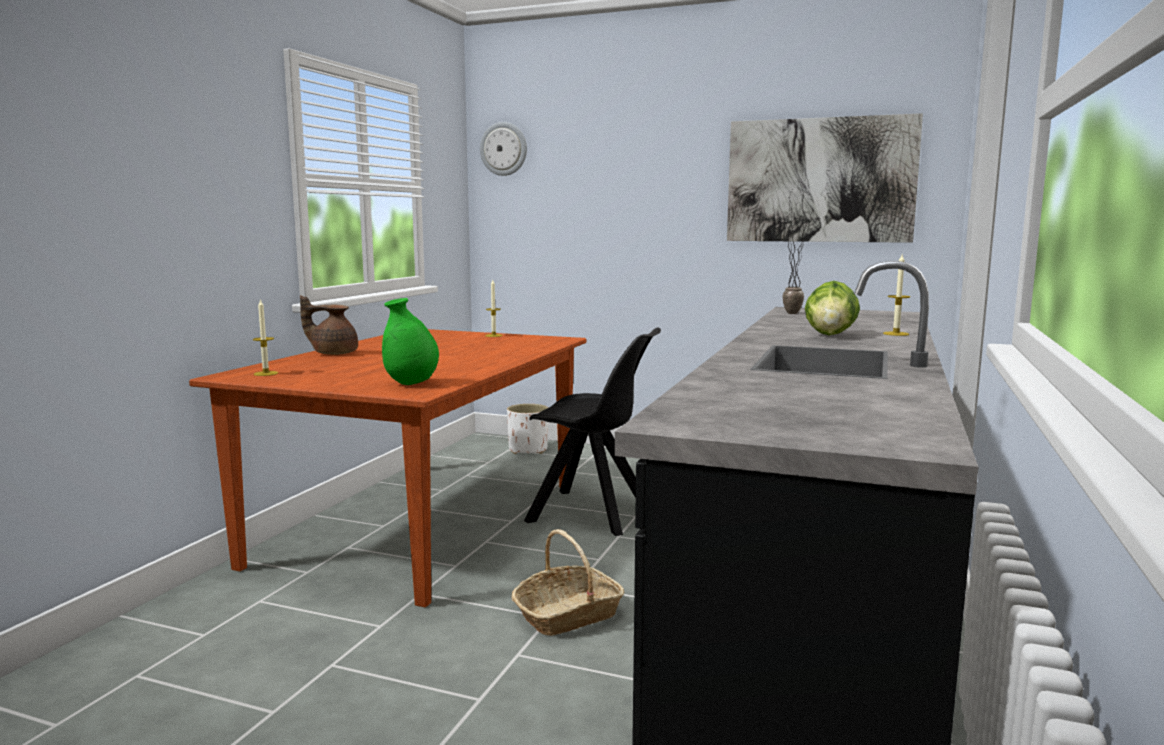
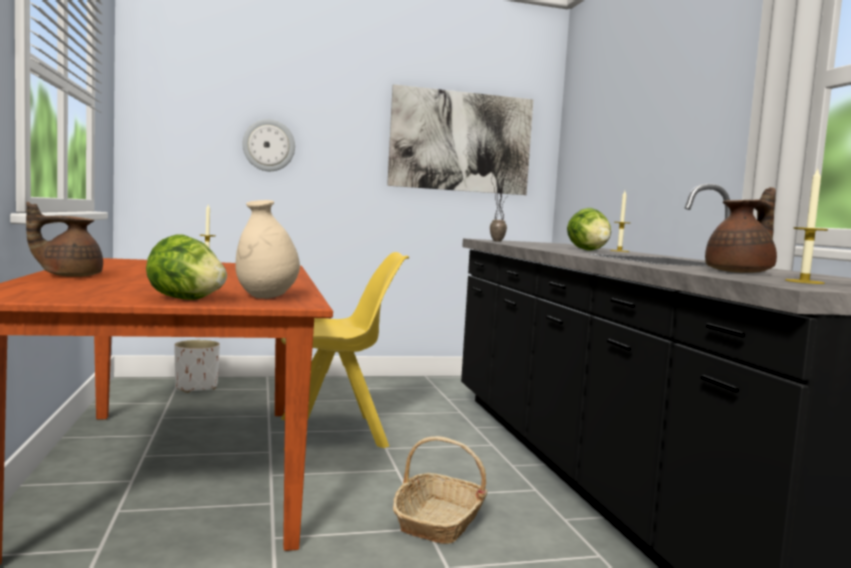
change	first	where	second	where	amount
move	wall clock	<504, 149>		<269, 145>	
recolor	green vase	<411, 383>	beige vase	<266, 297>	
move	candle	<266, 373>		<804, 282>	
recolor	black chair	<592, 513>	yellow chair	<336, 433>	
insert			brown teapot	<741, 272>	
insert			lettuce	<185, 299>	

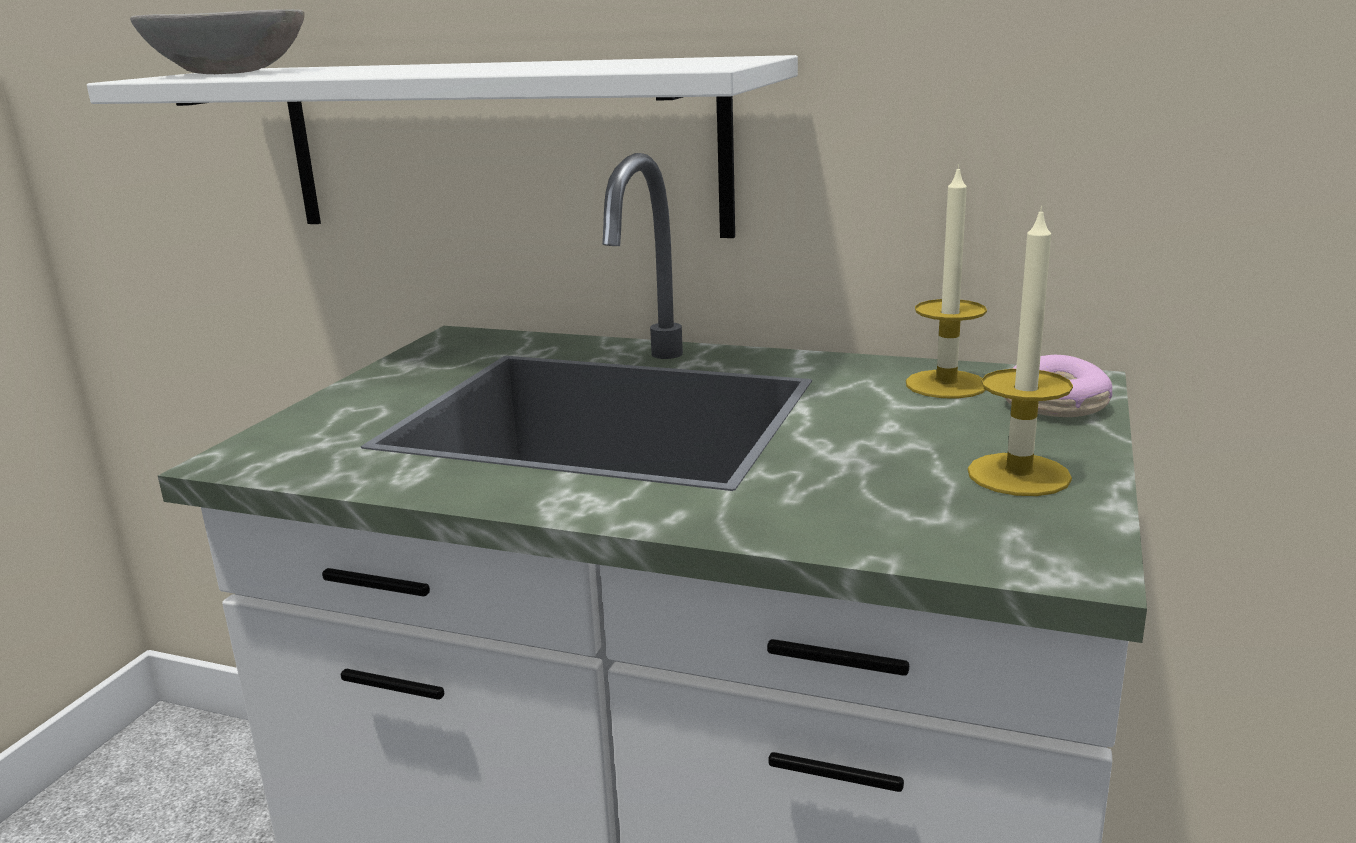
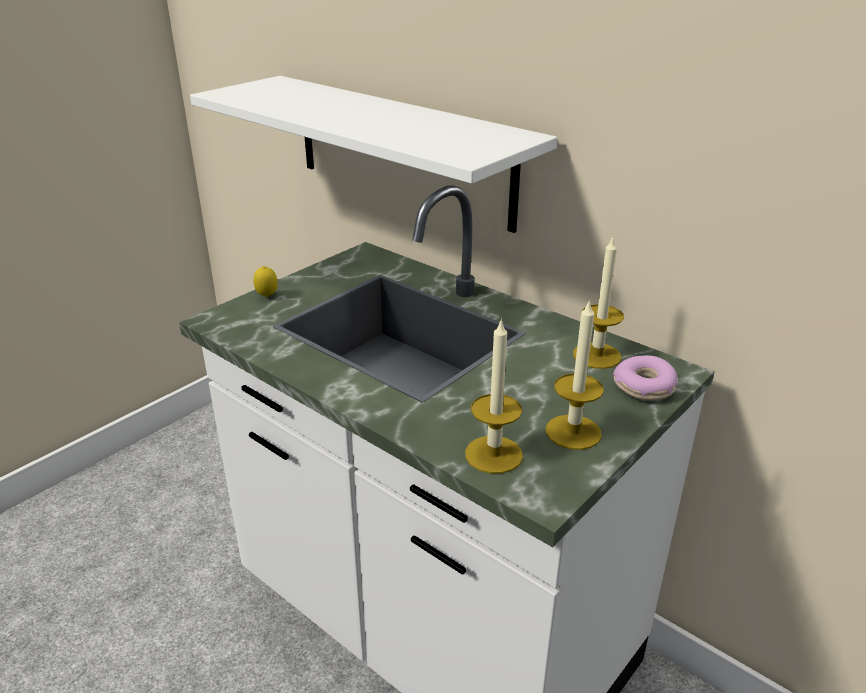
change	first	where	second	where	amount
delete	grey bowl	<229, 73>			
insert			lemon	<267, 297>	
insert			candle	<493, 454>	

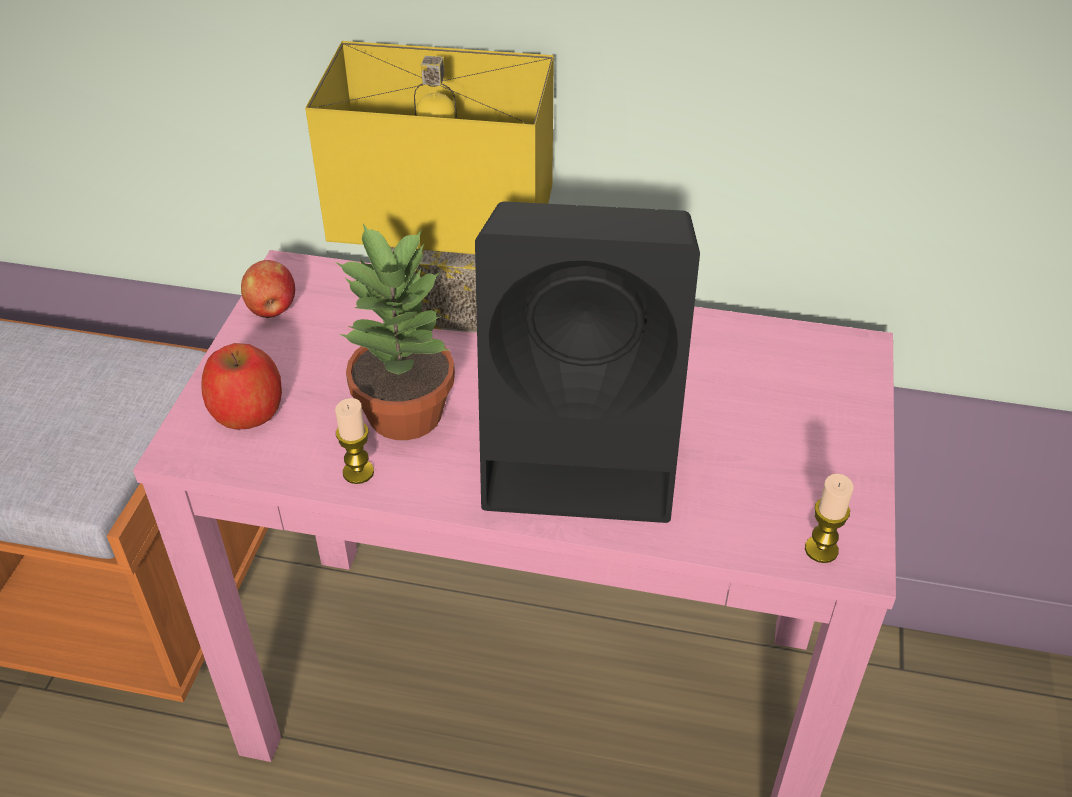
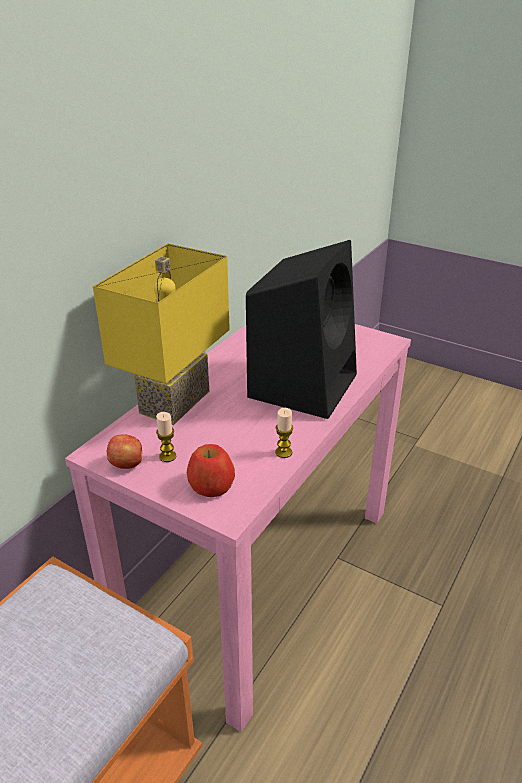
change	first	where	second	where	amount
delete	potted plant	<406, 412>			
move	candle	<821, 549>		<167, 456>	

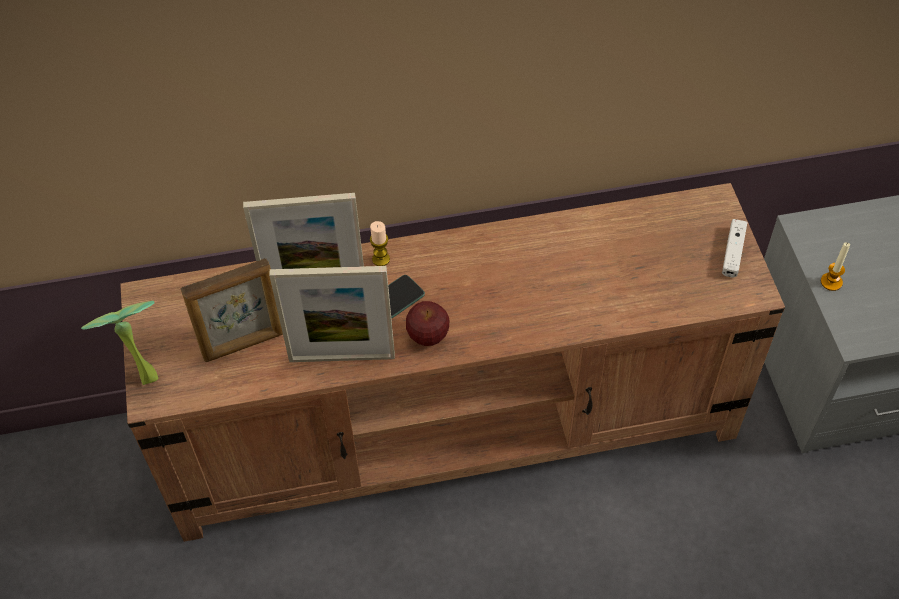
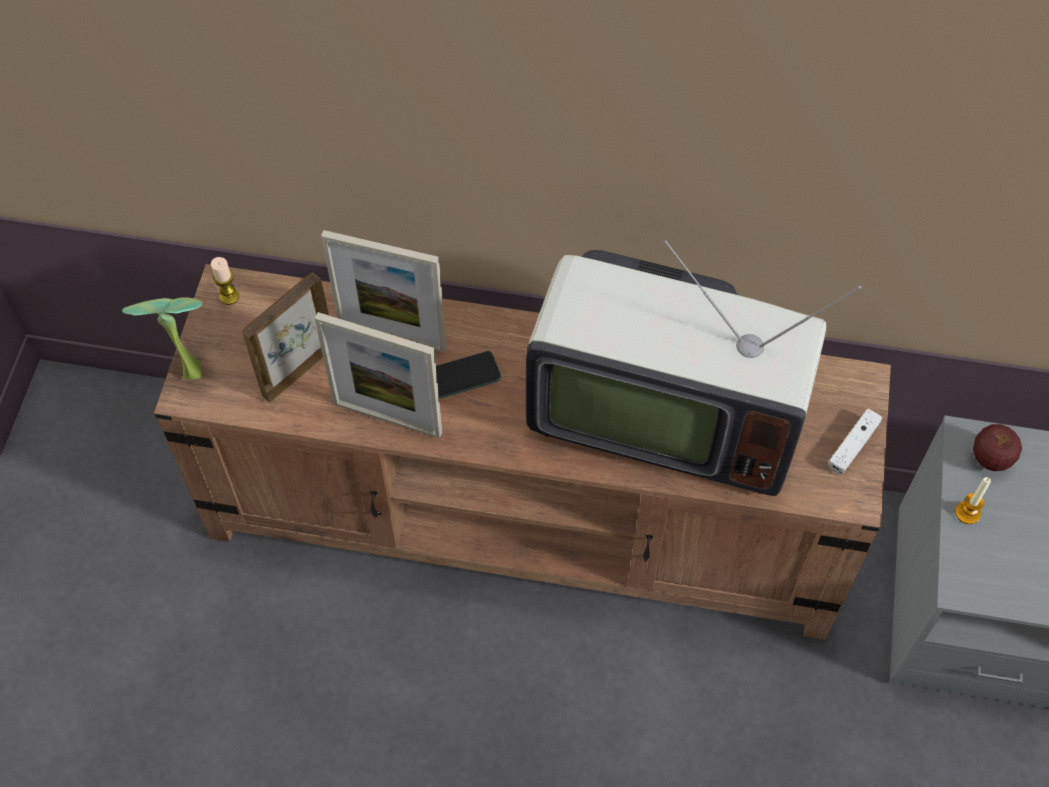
change	first	where	second	where	amount
move	candle	<381, 259>		<229, 296>	
rotate	picture frame	<244, 344>		<297, 370>	135 degrees clockwise
move	apple	<427, 336>		<990, 458>	
insert			television	<662, 411>	

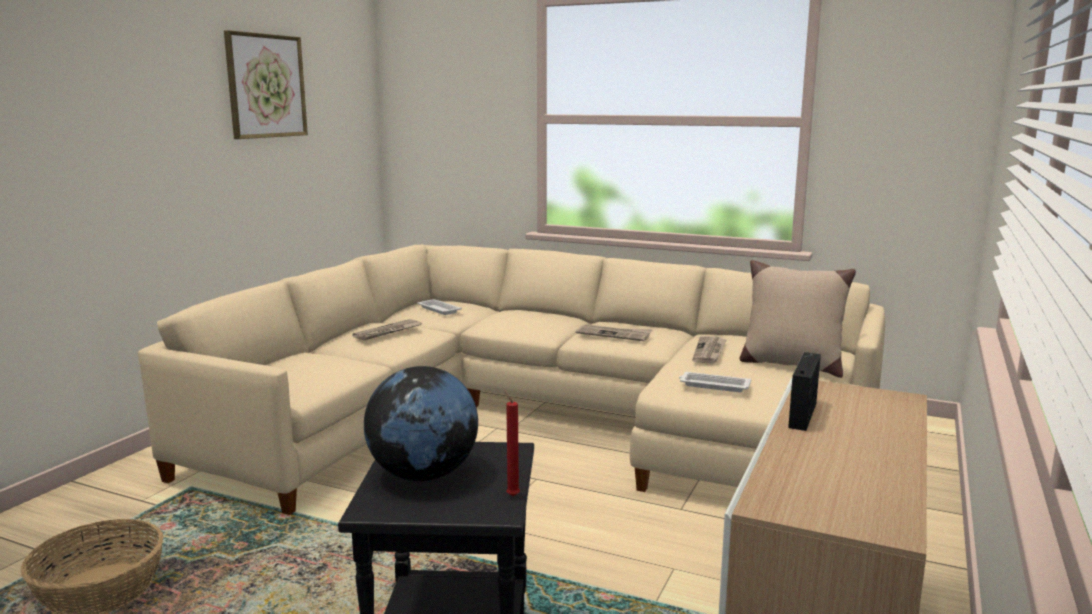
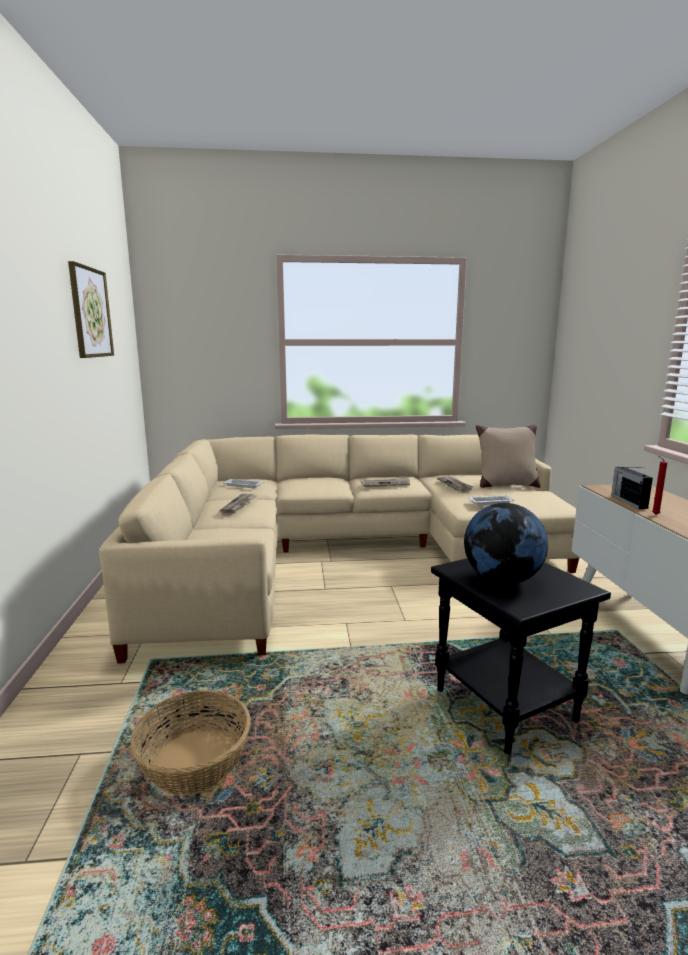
change	first	where	second	where	amount
move	red candle	<511, 495>		<654, 514>	

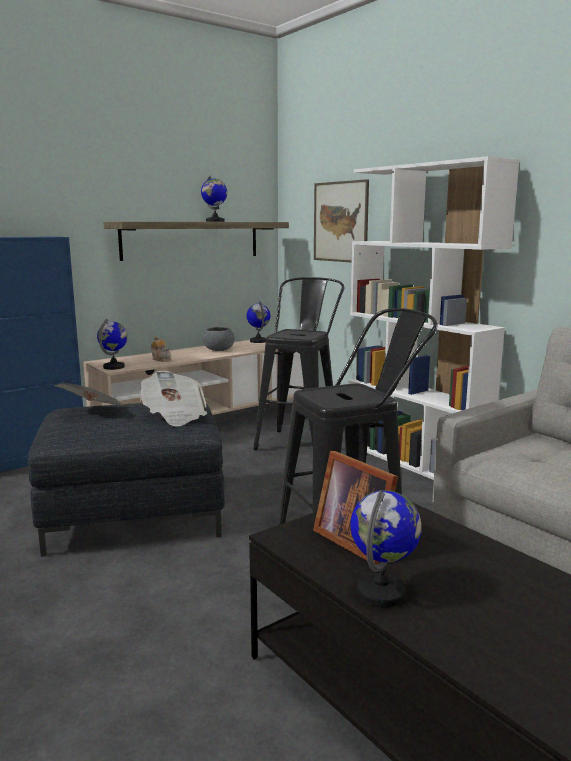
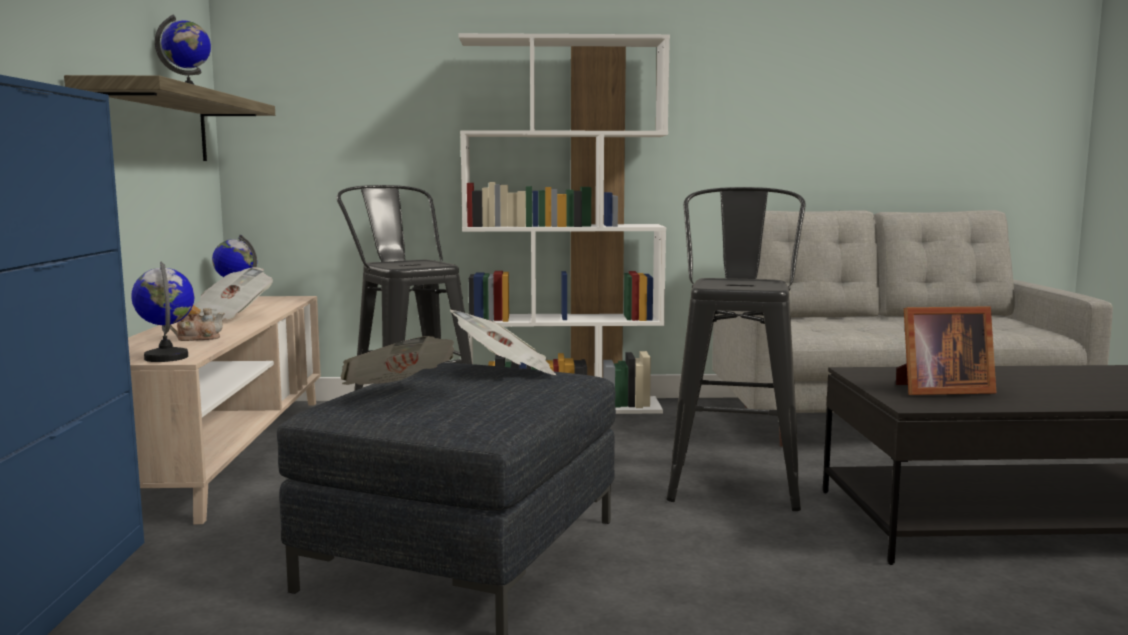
change	first	where	second	where	amount
delete	picture	<340, 222>			
replace	grey bowl	<218, 350>	newspaper	<230, 317>	
delete	globe	<382, 593>			

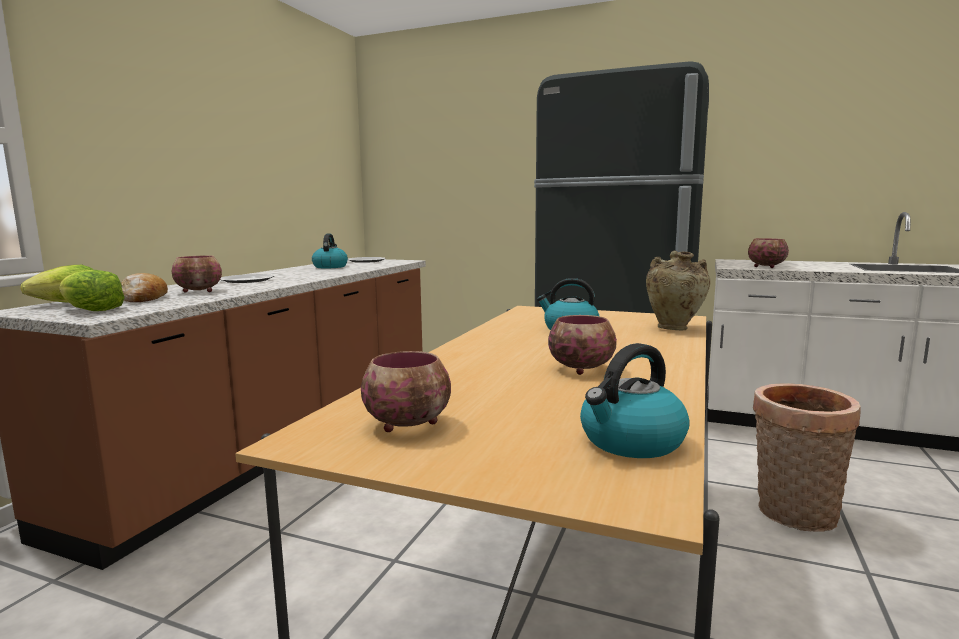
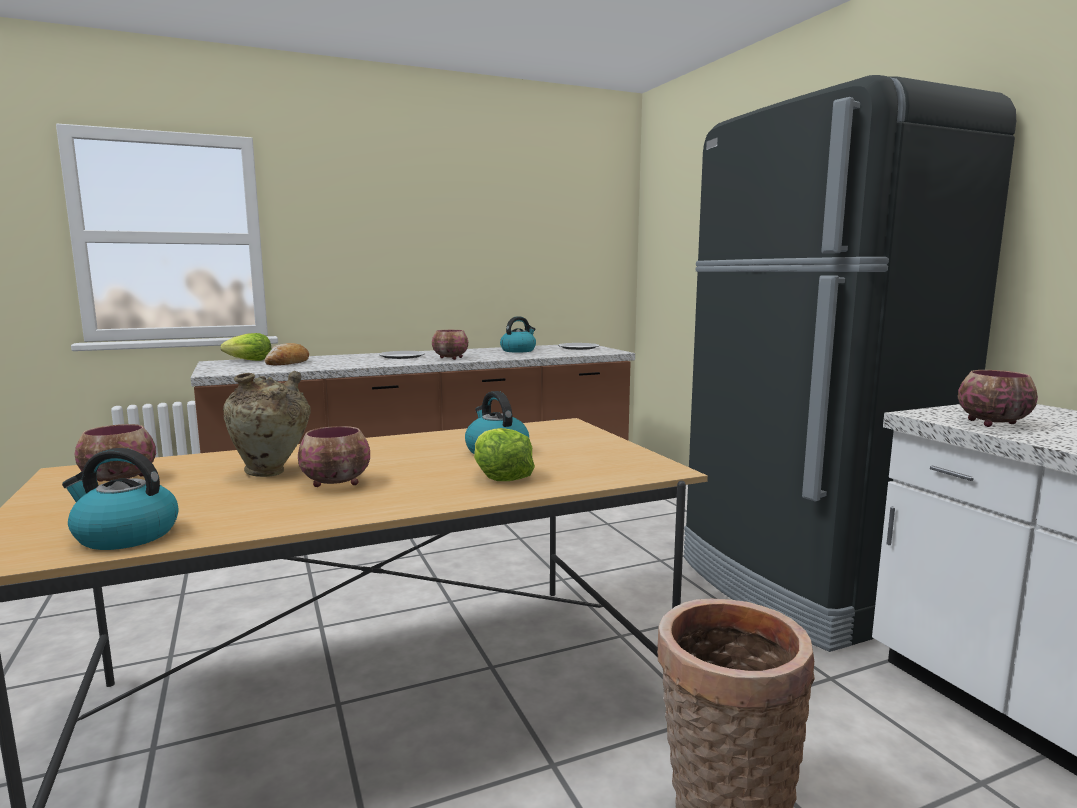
change	first	where	second	where	amount
move	beige vase	<674, 328>		<271, 473>	
move	bowl	<200, 291>		<451, 358>	
move	lettuce	<92, 310>		<500, 476>	

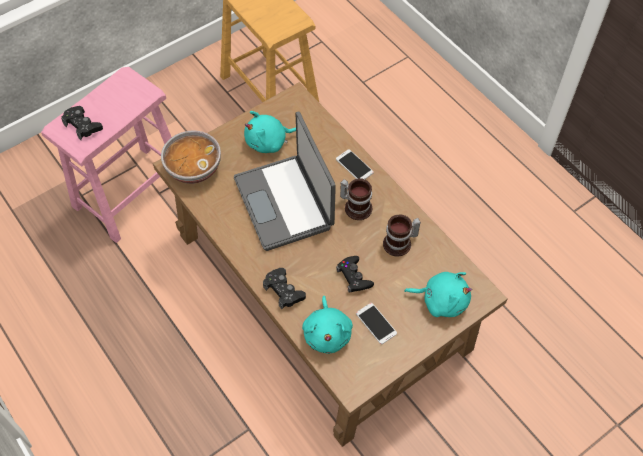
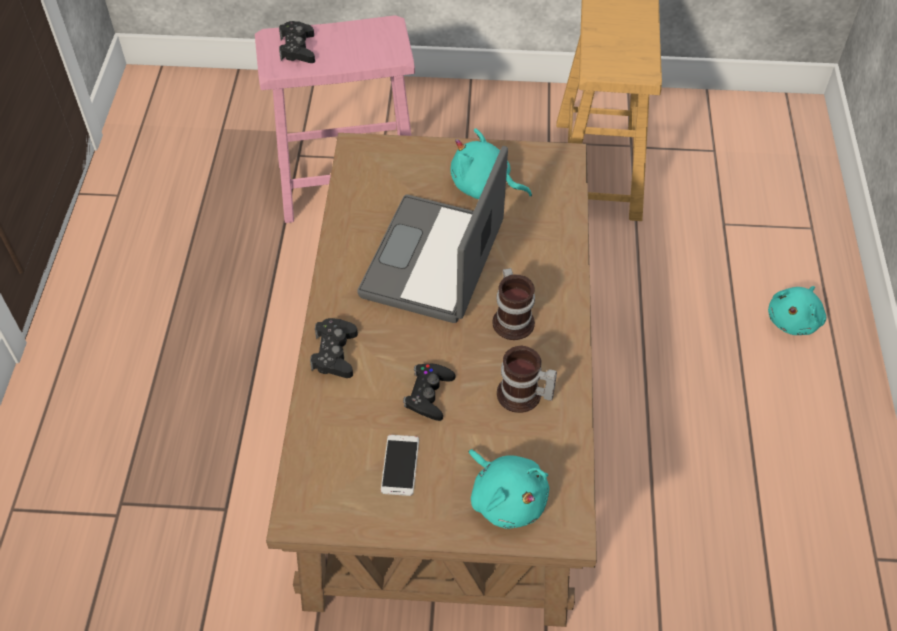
change	first	where	second	where	amount
delete	bowl	<193, 168>			
delete	phone	<354, 166>			
move	turquoise plush toy	<327, 333>		<794, 320>	

